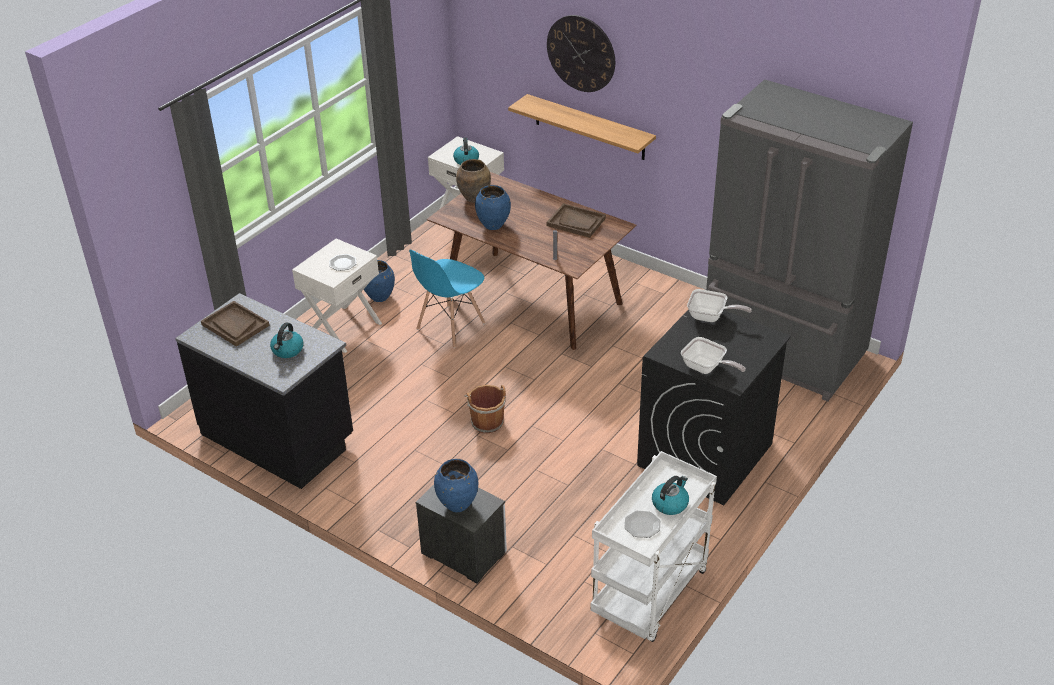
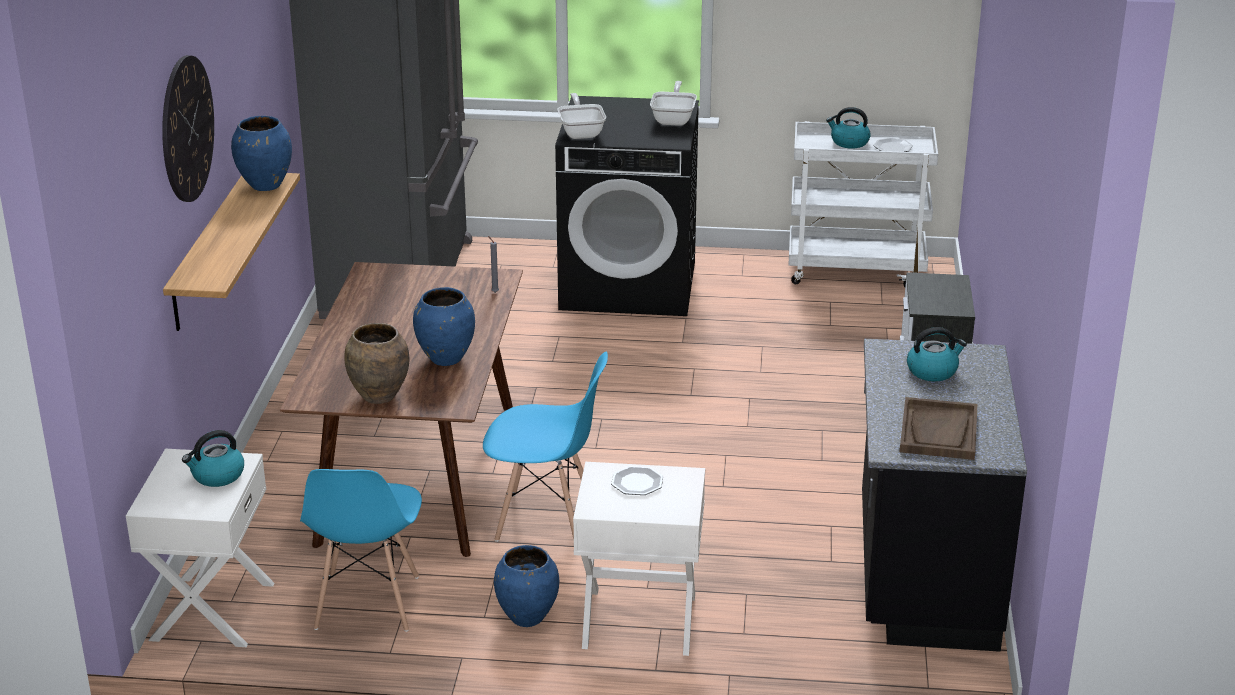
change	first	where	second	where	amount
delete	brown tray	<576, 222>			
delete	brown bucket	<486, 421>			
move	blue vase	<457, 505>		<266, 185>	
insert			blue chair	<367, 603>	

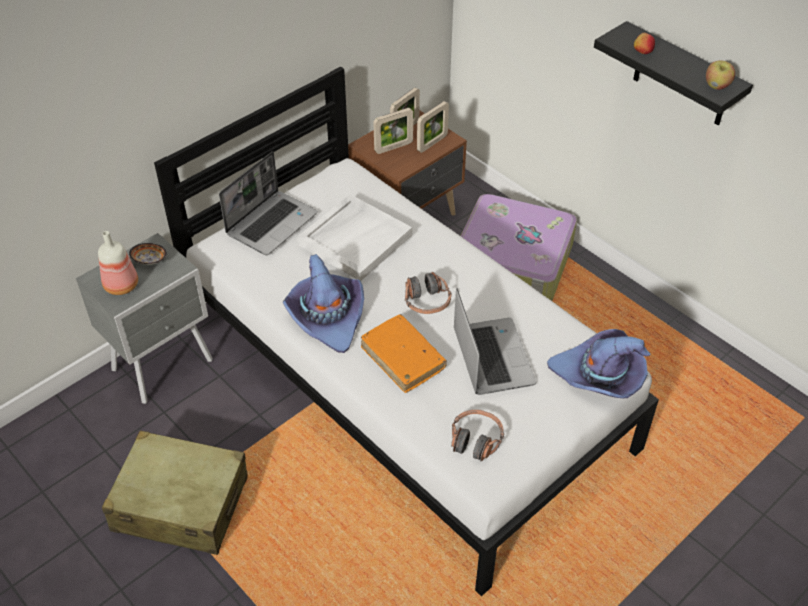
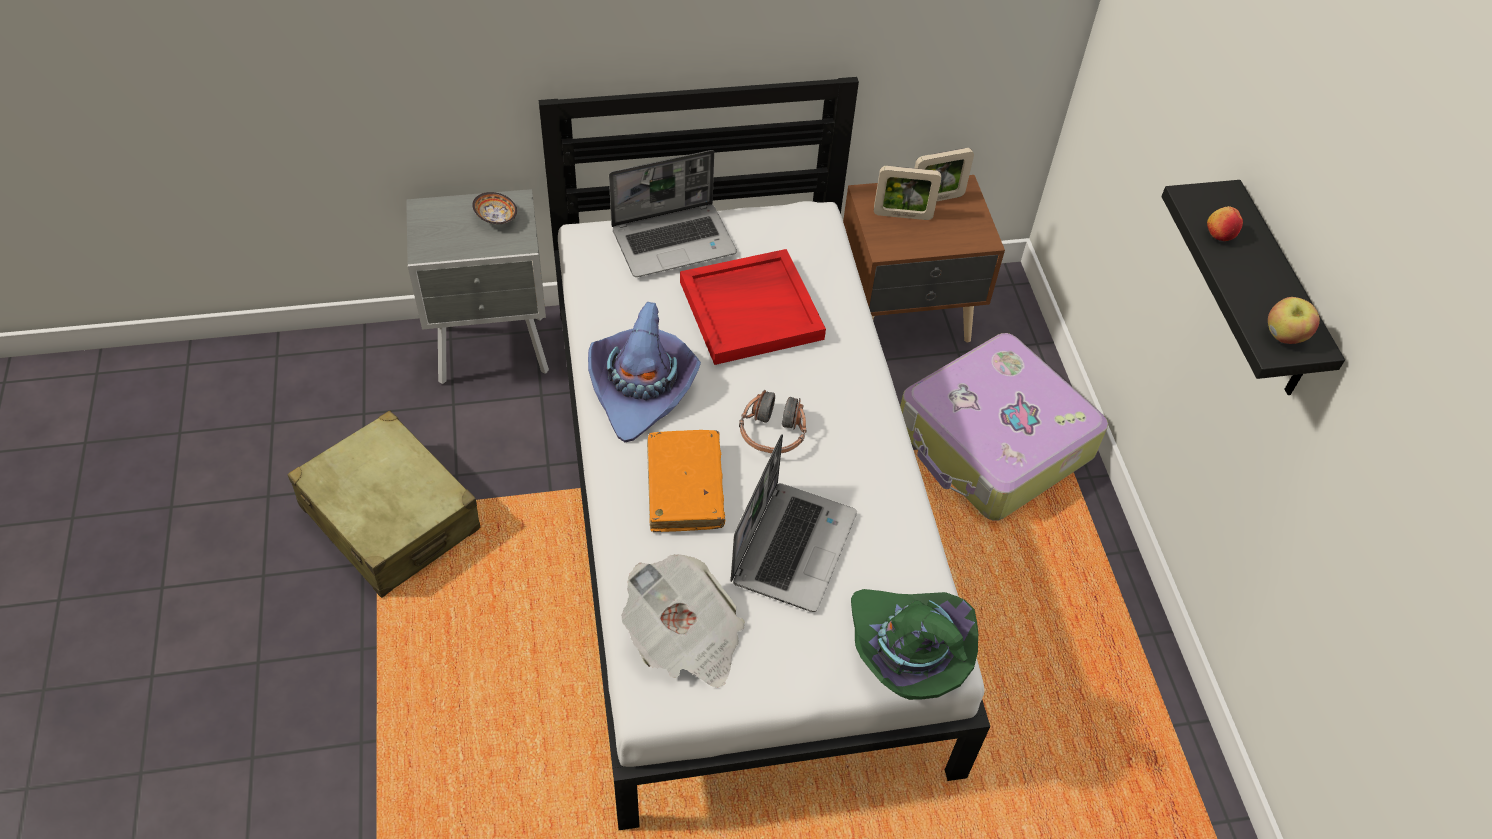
change	first	where	second	where	amount
delete	picture frame	<432, 143>			
recolor	white tray	<355, 239>	red tray	<751, 309>	
delete	bottle	<121, 284>			
recolor	purple hat	<599, 376>	green hat	<908, 650>	
replace	headphones	<475, 440>	newspaper	<685, 638>	

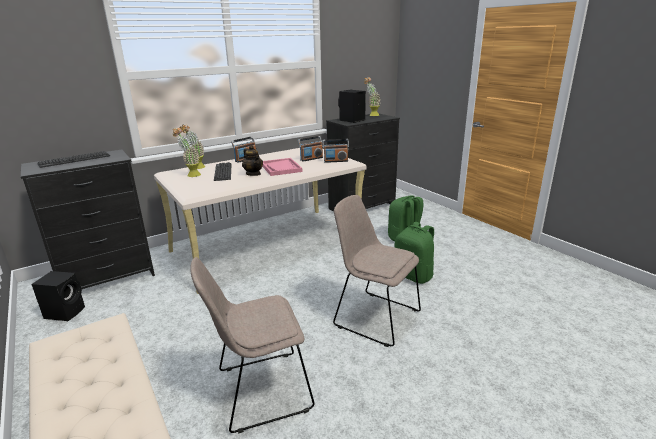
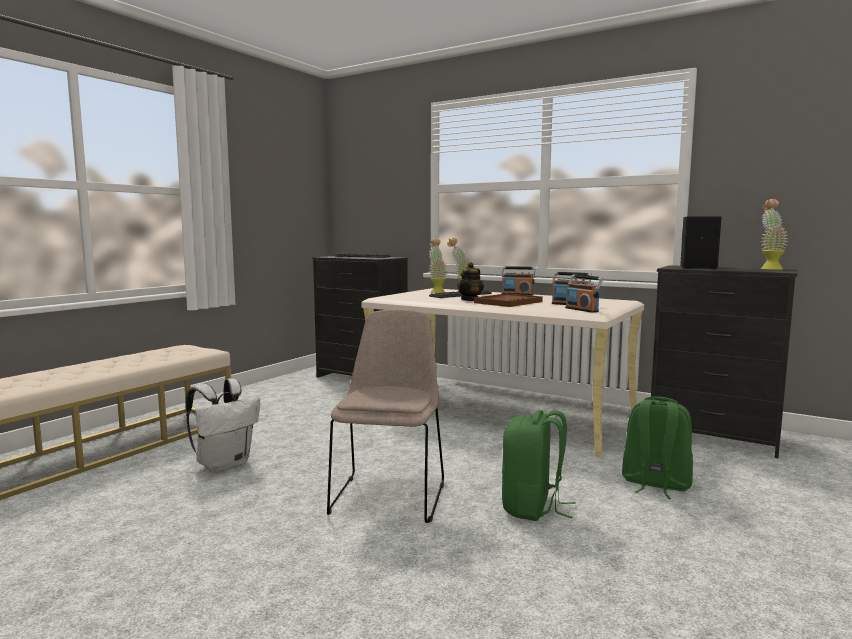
change	first	where	second	where	amount
recolor	pink tray	<281, 168>	brown tray	<508, 302>	
replace	beige chair	<260, 391>	white backpack	<224, 464>	
delete	black speaker	<66, 312>			

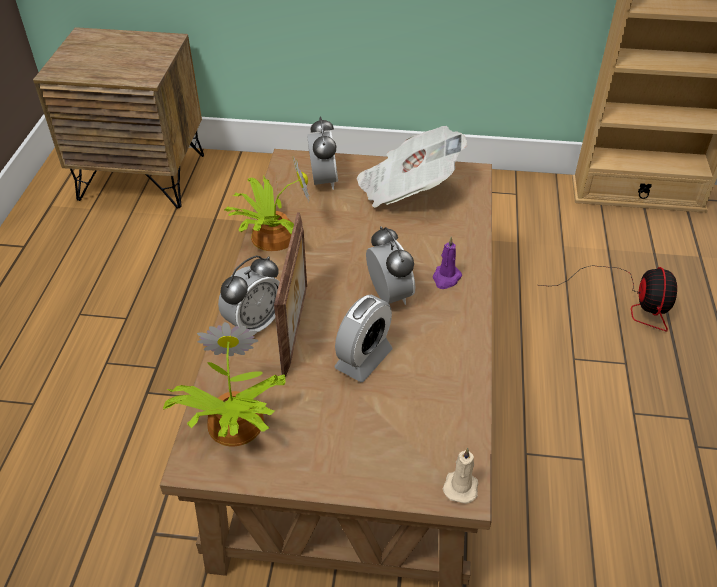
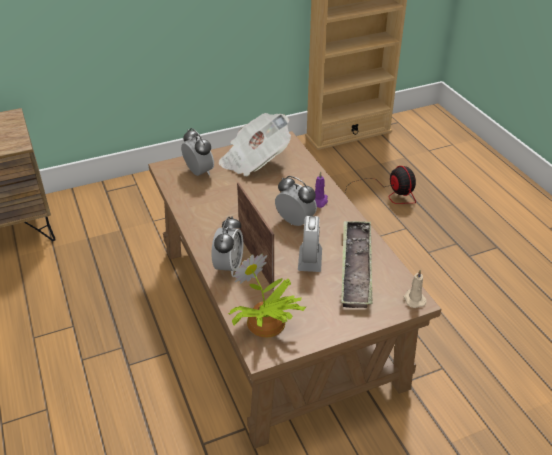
change	first	where	second	where	amount
delete	potted plant	<271, 235>			
insert			tray	<356, 267>	

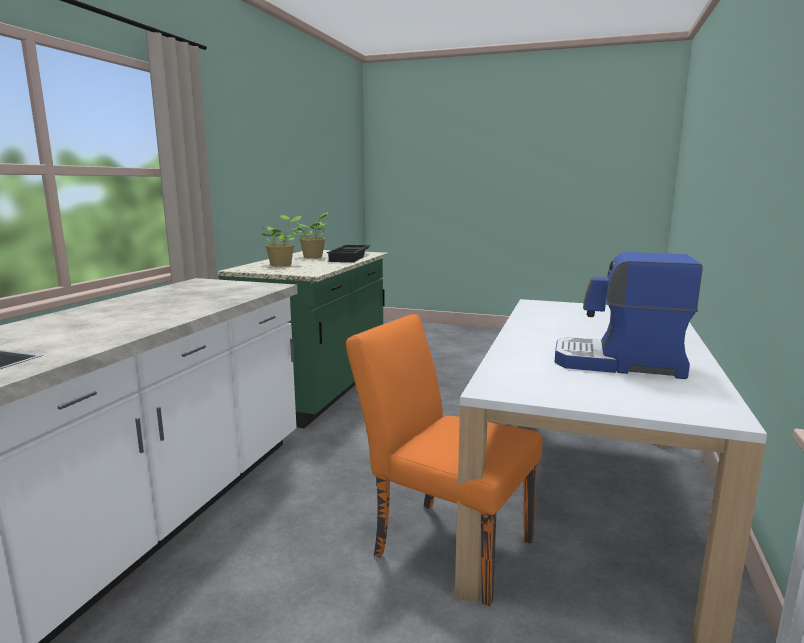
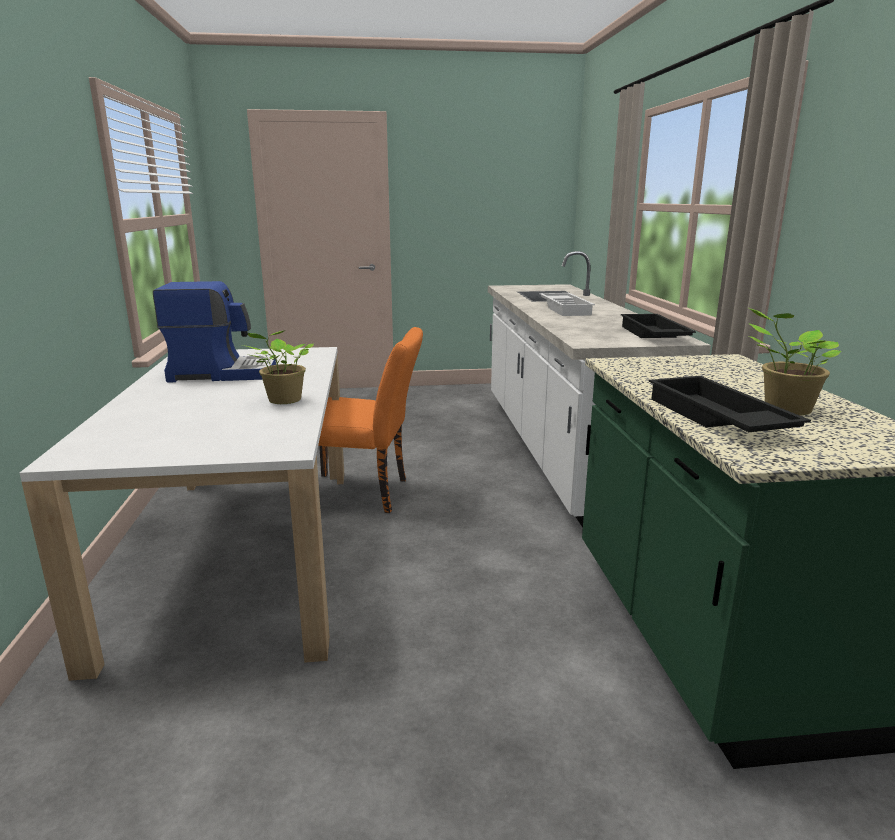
change	first	where	second	where	amount
move	potted plant	<282, 265>		<283, 400>	
insert			white tray	<566, 309>	
insert			black tray	<652, 335>	

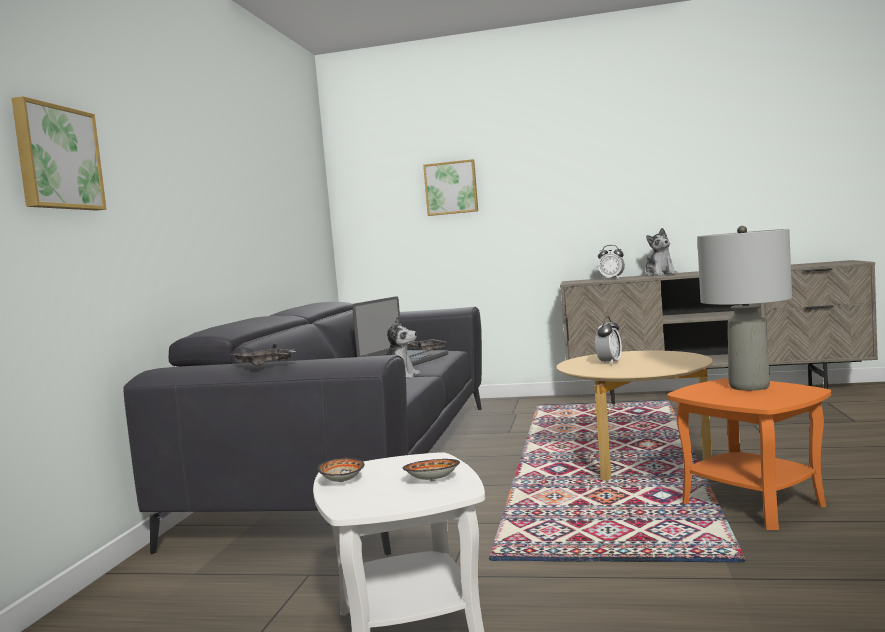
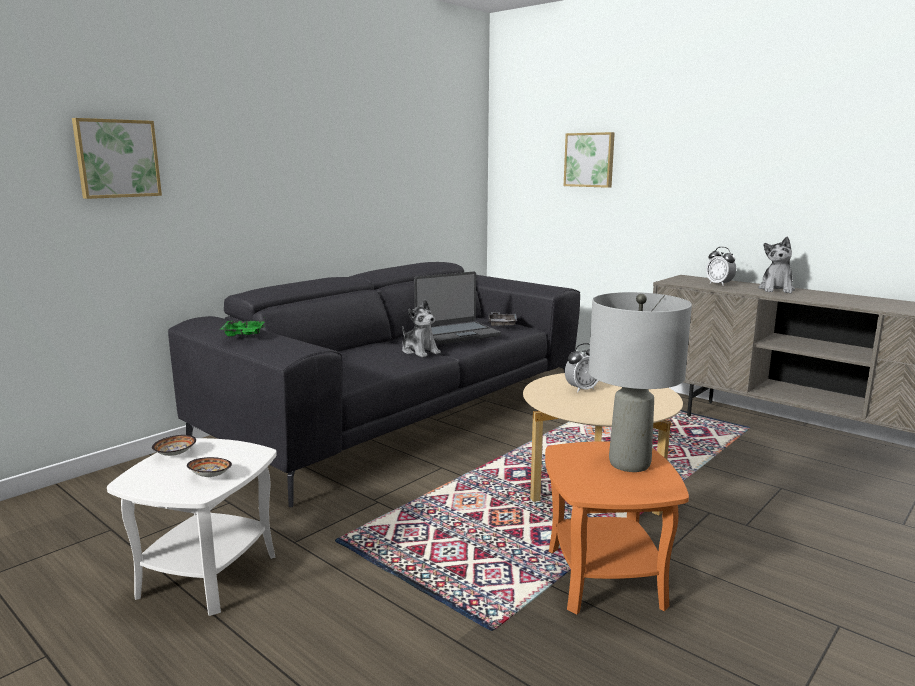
change	first	where	second	where	amount
recolor	grey tray	<265, 364>	green tray	<244, 335>	

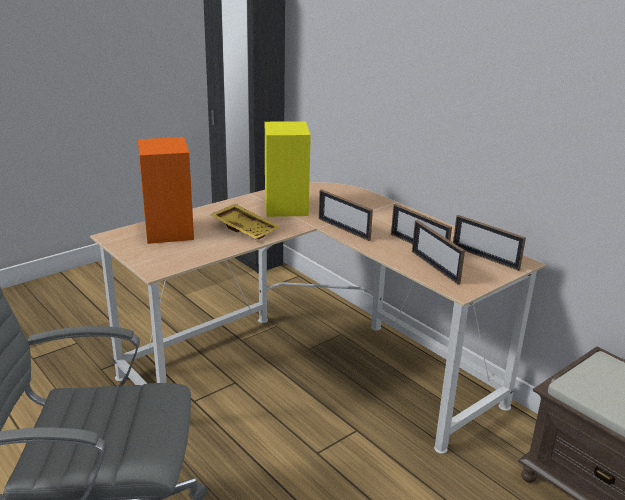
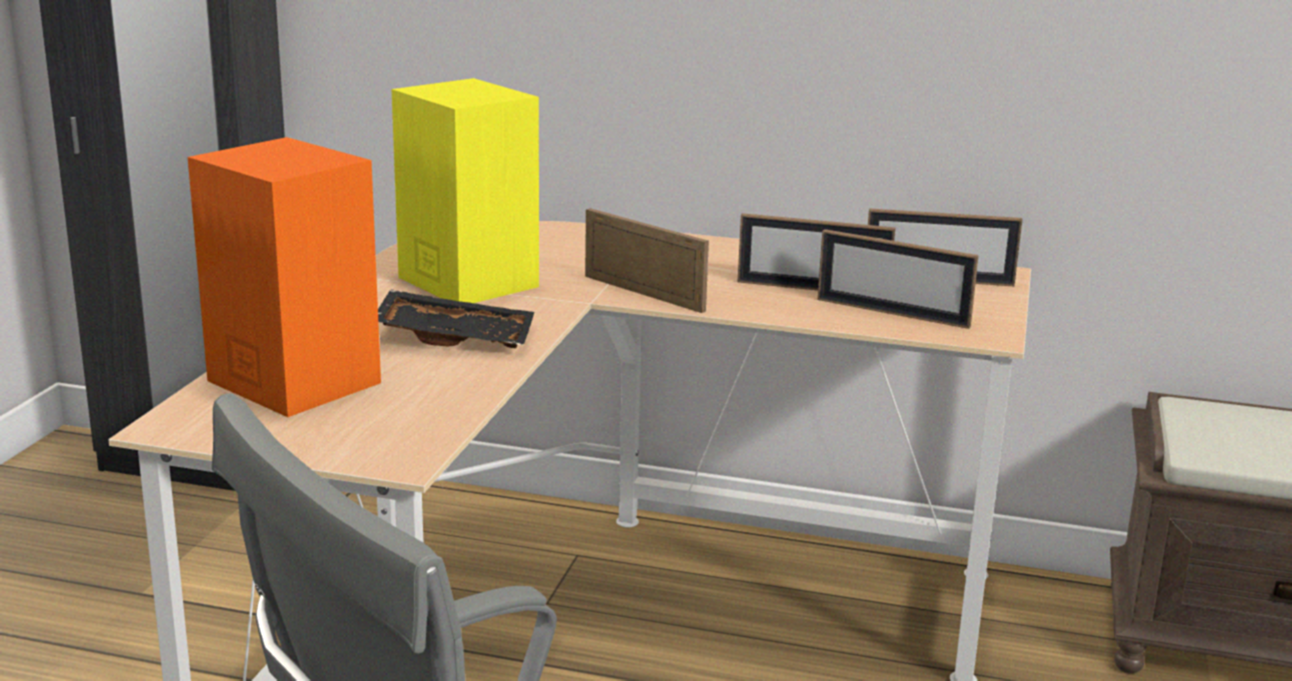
change	first	where	second	where	amount
rotate	picture frame	<343, 229>		<643, 293>	150 degrees counterclockwise
recolor	yellow tray	<246, 229>	black tray	<456, 337>	

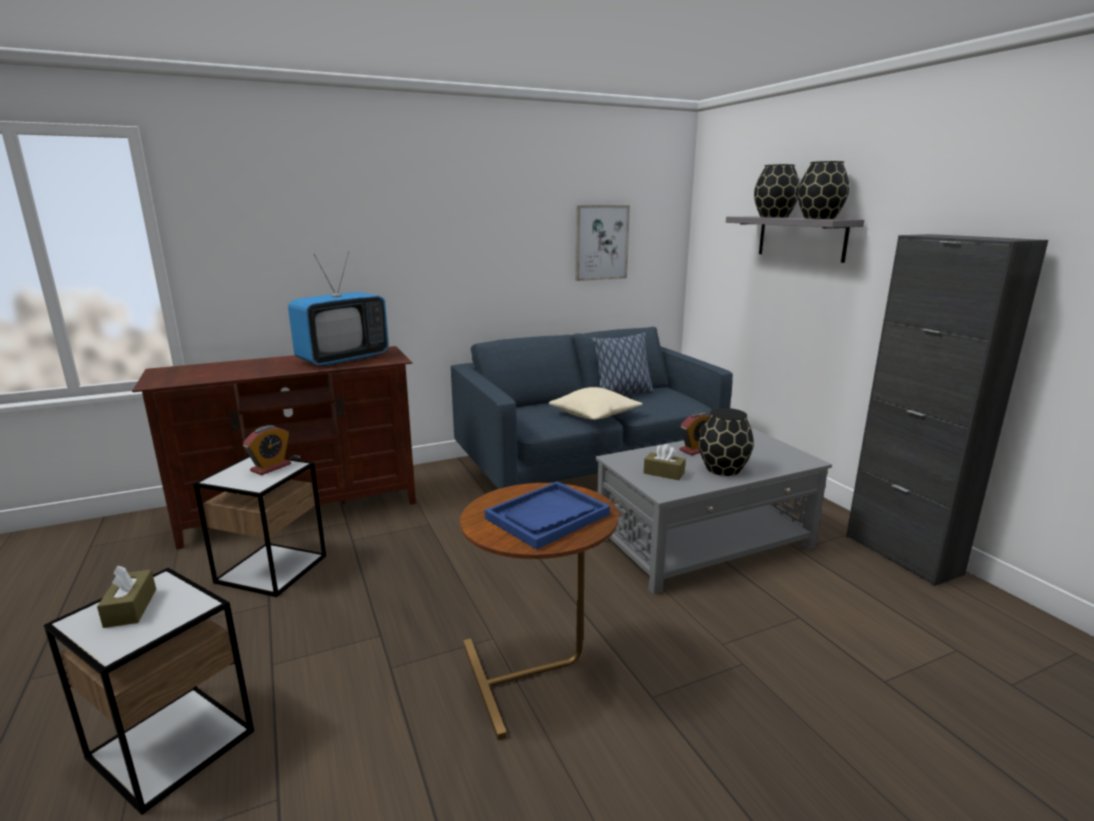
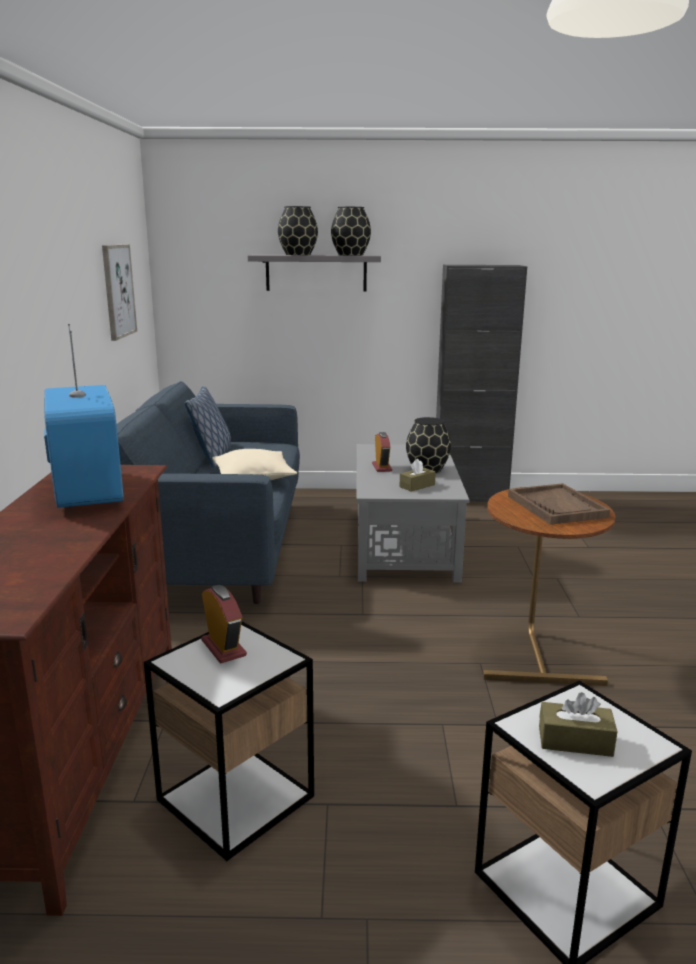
change	first	where	second	where	amount
recolor	blue tray	<547, 517>	brown tray	<557, 506>	

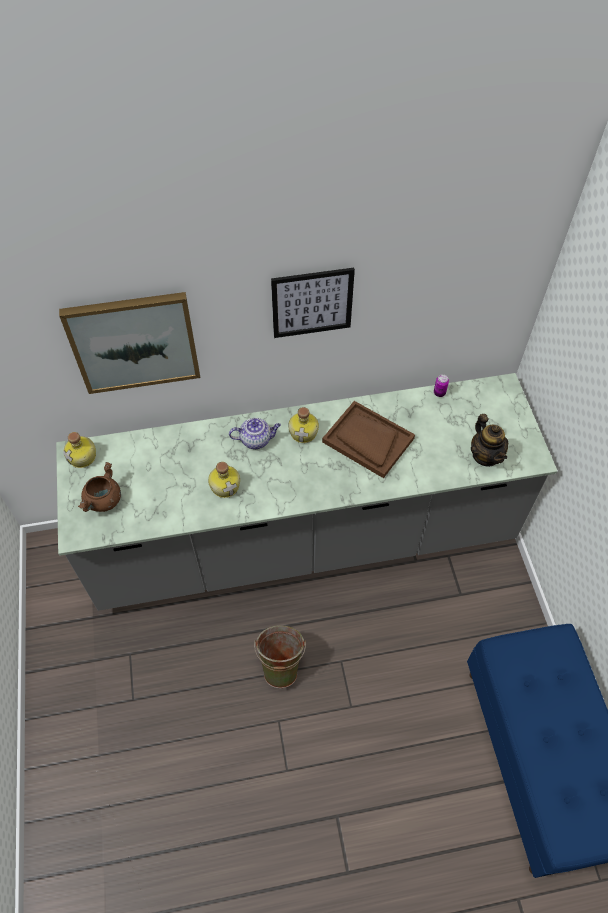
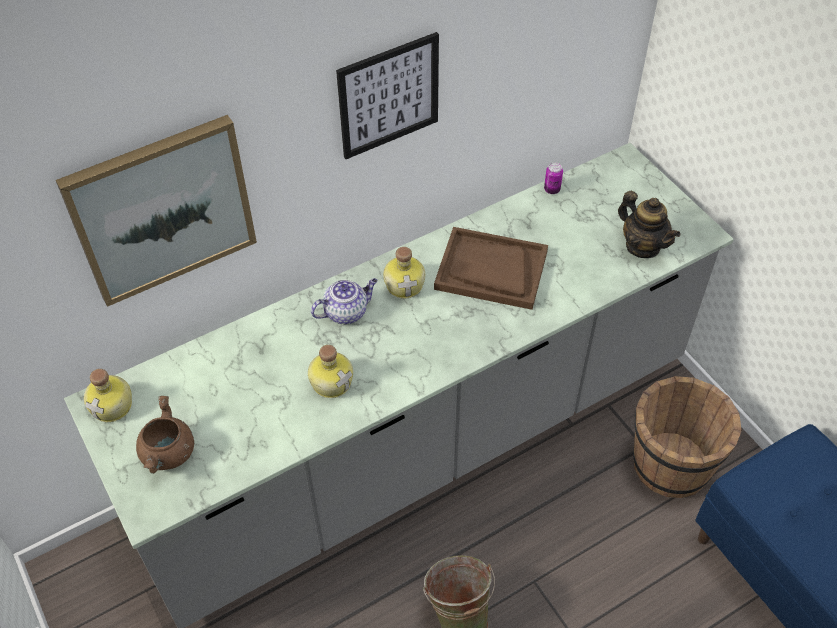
change	first	where	second	where	amount
insert			brown bucket	<671, 464>	

